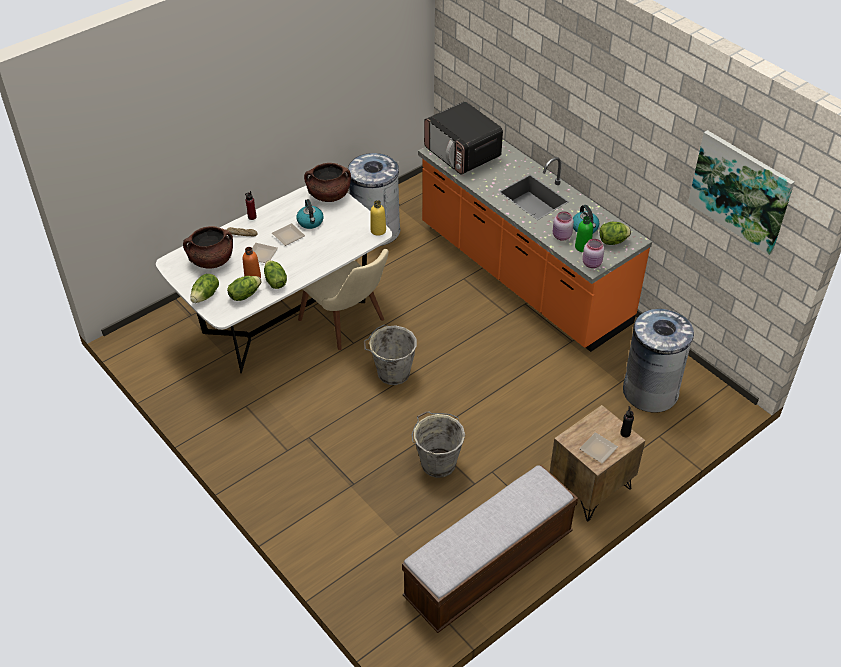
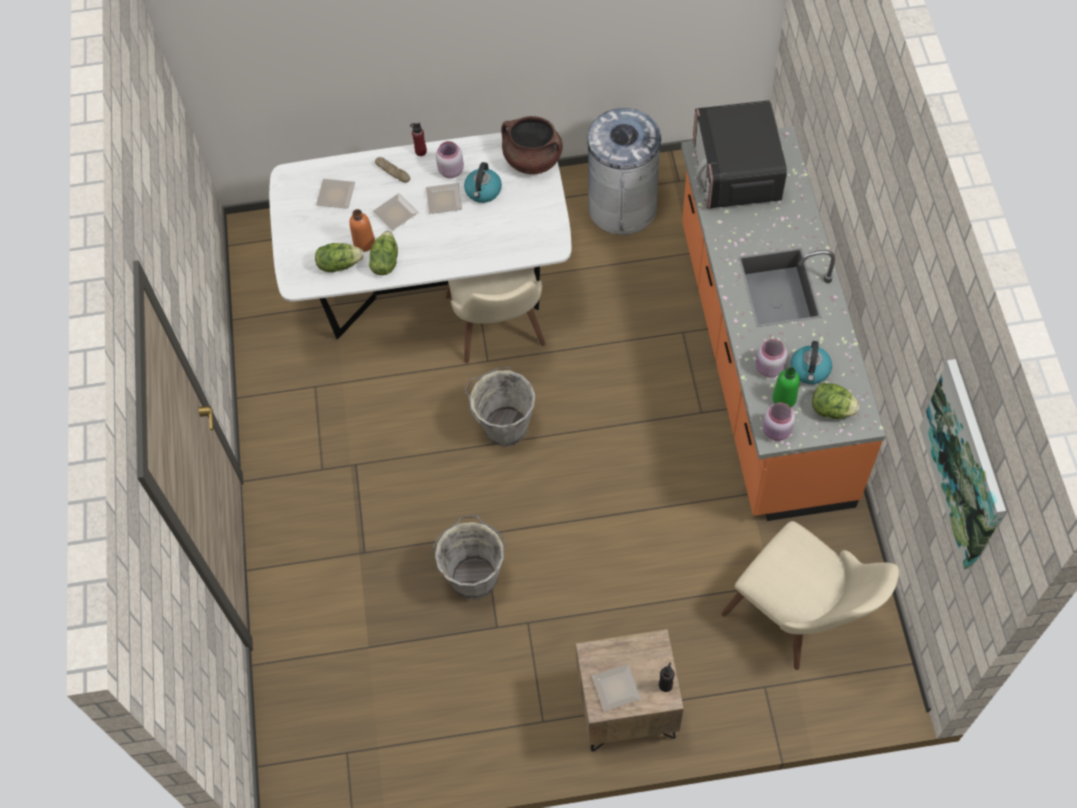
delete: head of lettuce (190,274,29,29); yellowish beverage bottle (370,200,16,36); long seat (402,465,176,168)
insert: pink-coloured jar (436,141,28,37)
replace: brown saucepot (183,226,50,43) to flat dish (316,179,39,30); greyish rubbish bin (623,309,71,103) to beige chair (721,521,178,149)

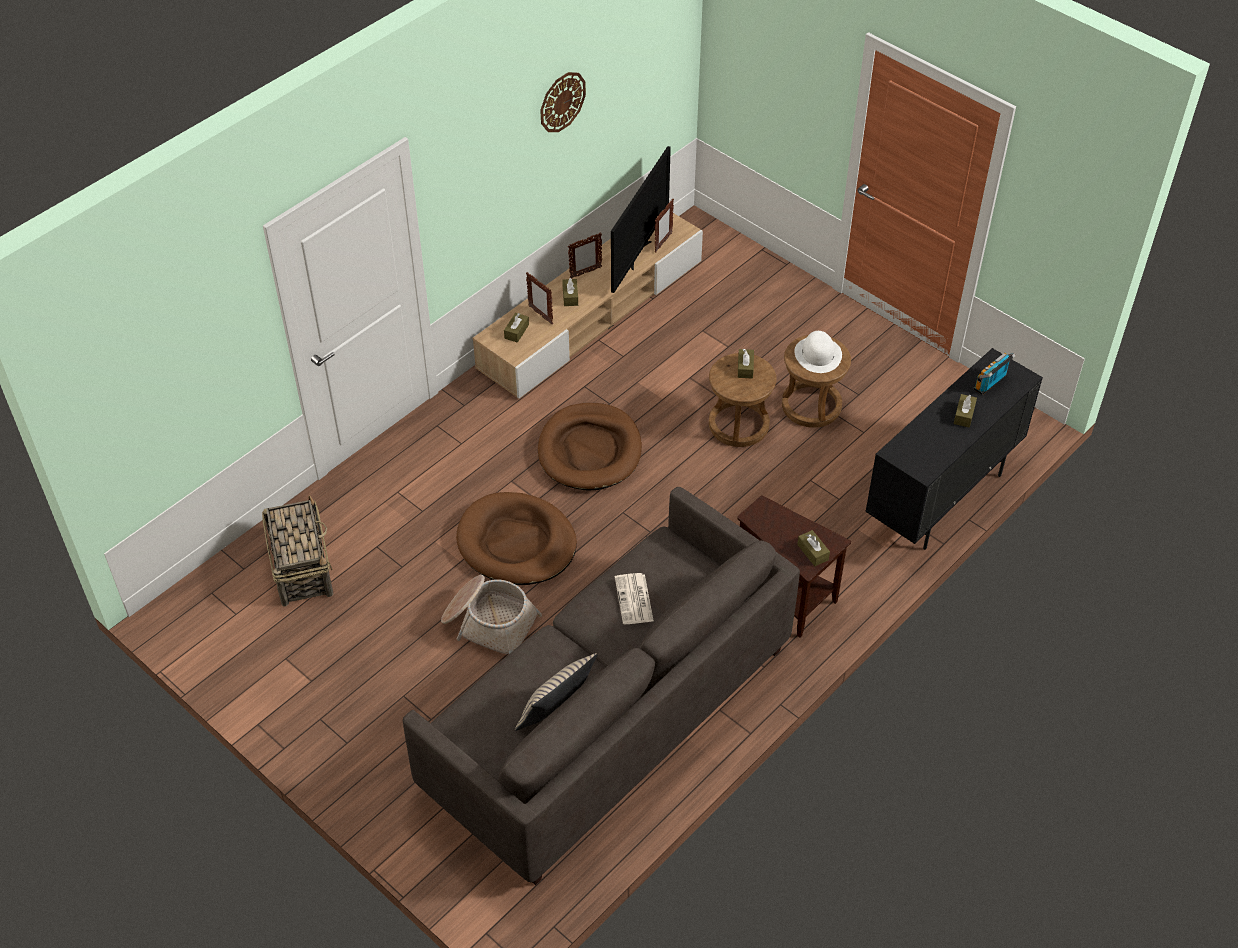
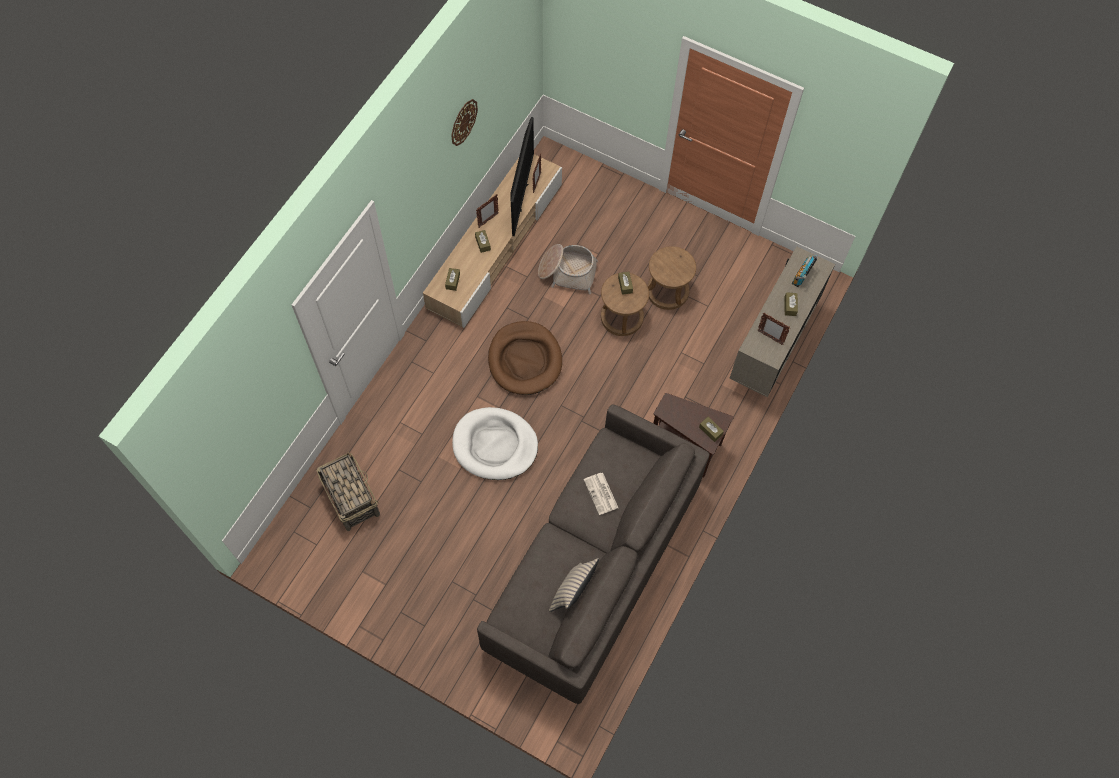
delete: white hat (794,331,48,42)
move: basket (441,575,101,79) to (538,244,60,50); photo frame (526,272,27,52) to (758,313,32,32)
recolor: brown dog bed (456,492,121,93) to white dog bed (452,407,86,73); blackish cupboard (865,348,178,202) to beige cupboard (729,246,106,151)

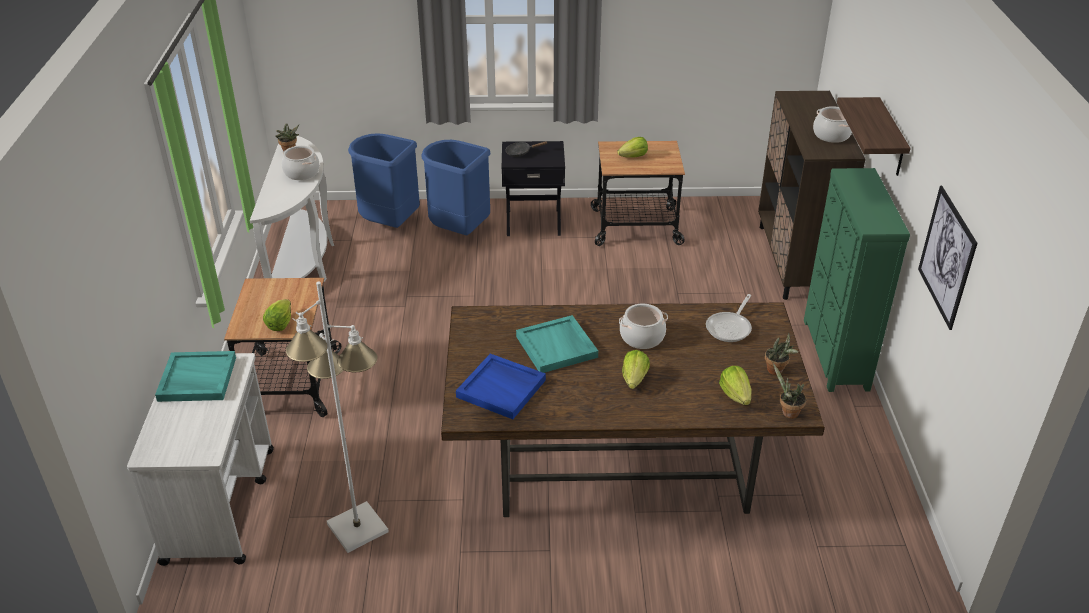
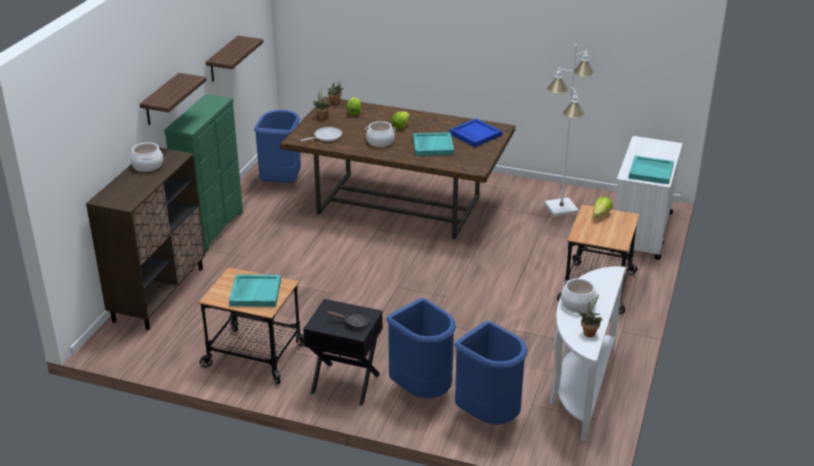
insert: blue rubbish bin (254,110,47,73)
replace: picture (918,186,59,144) to shelf (206,36,57,46); head of lettuce (617,137,31,21) to turquoise-coloured serving tray (229,274,52,33)

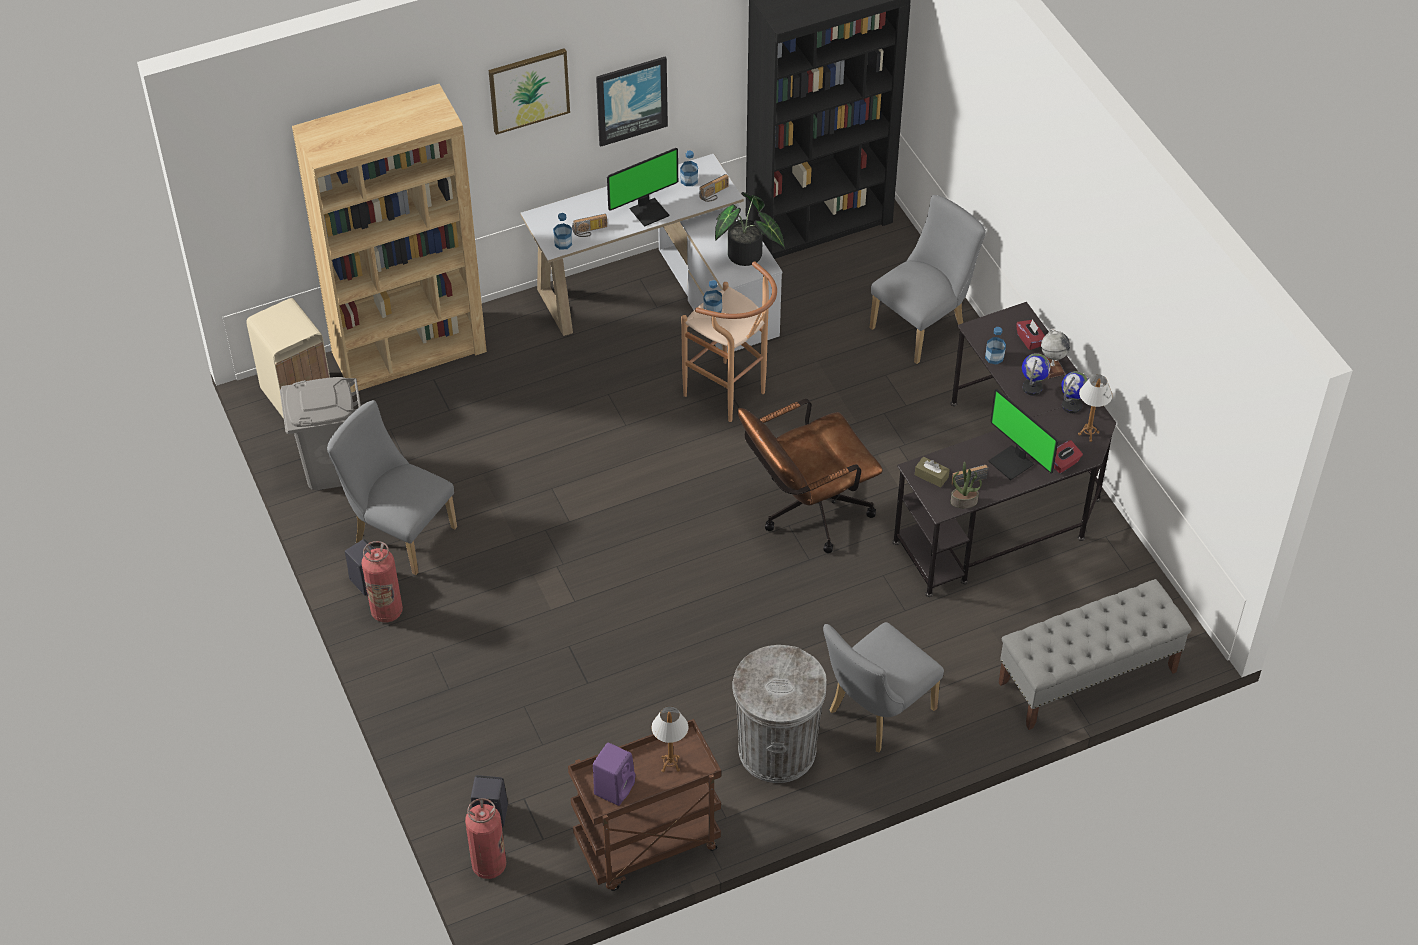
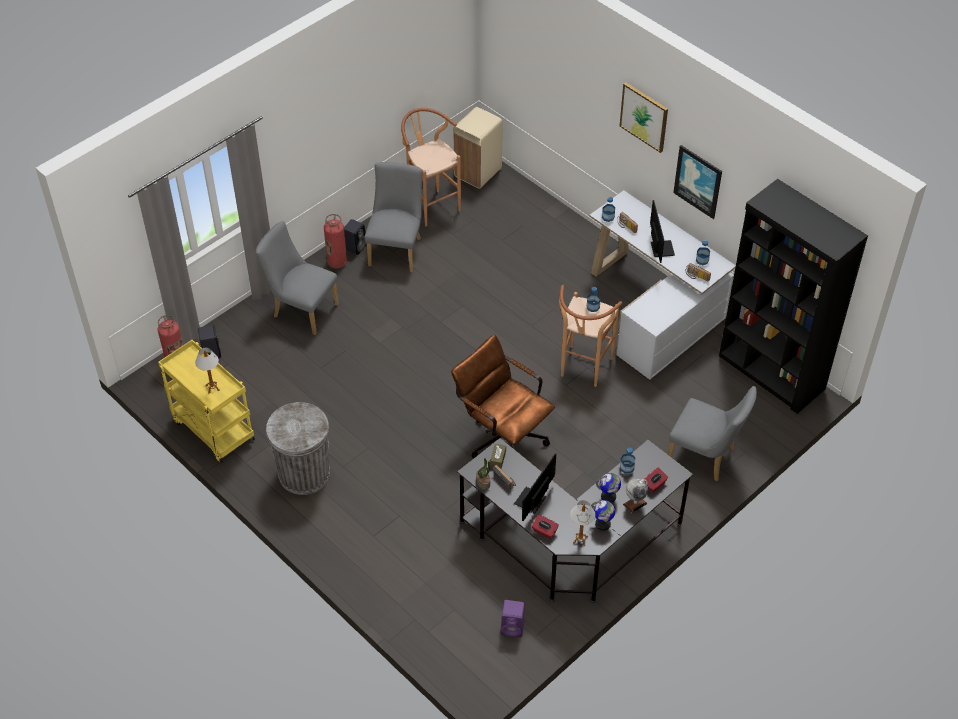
delete: brown shelving unit (292,84,195,308); potted plant (715,192,70,74); greyish long seat (998,579,194,151)
move: greyish chair (823,622,121,131) to (256,221,83,114); purplish speaker (593,743,42,63) to (500,600,25,37)
replace: greyish rubbish bin (280,377,81,113) to brown stool (401,108,60,119)
recolor: brown cart (568,719,153,172) to yellowish cart (158,340,97,124)
rotate: computer display (607,148,71,79) = (650,200,25,63) 135 degrees counterclockwise

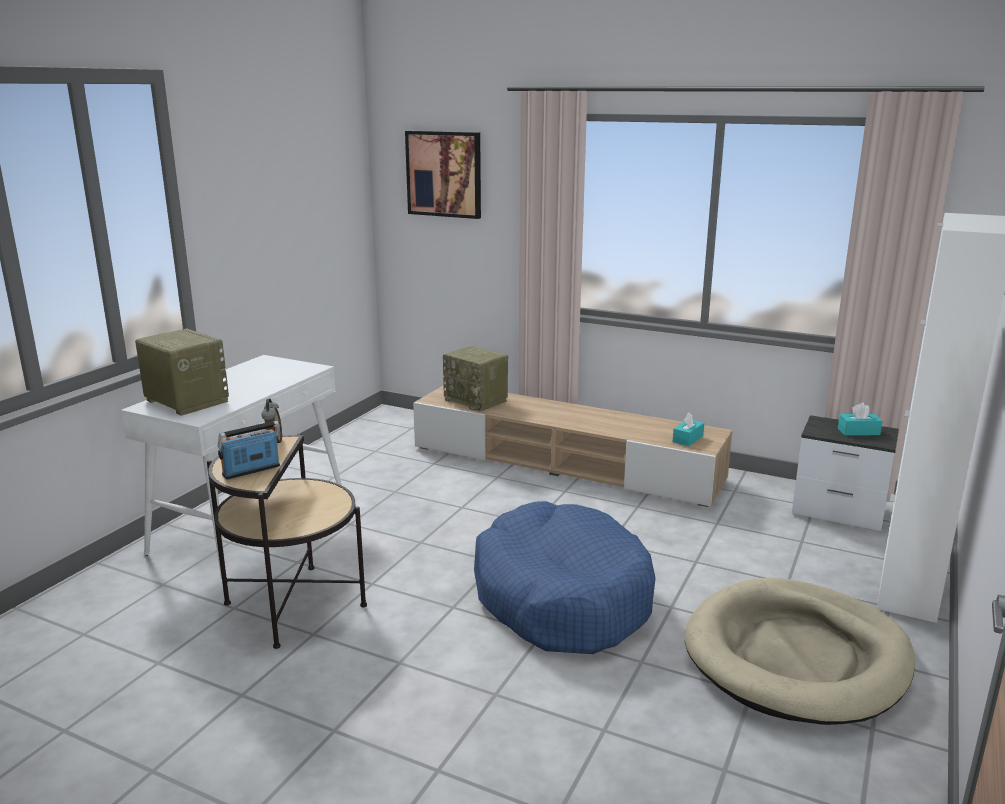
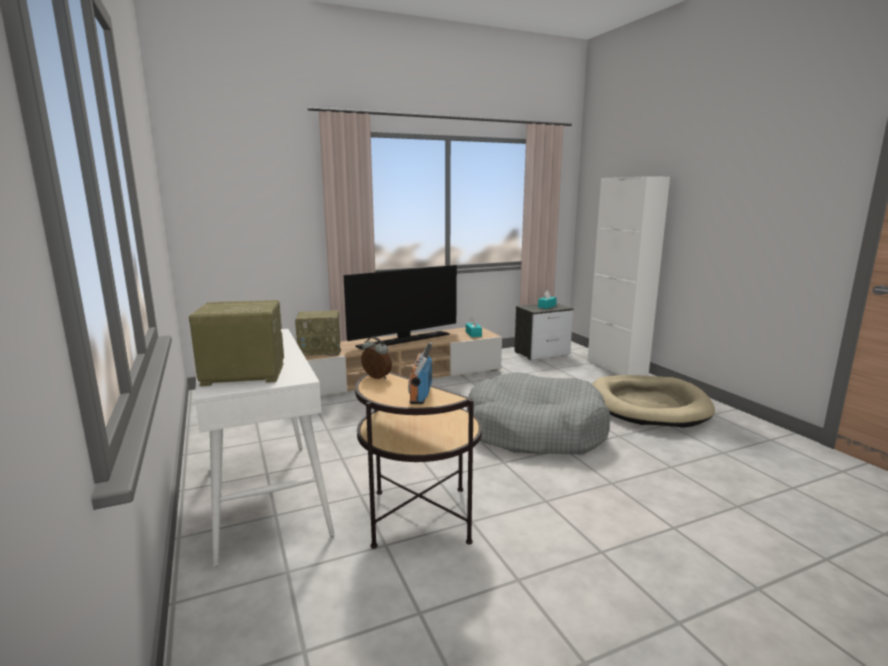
delete: picture (405,131,76,88)
insert: television (344,265,113,85)
recolor: blue dog bed (474,501,182,153) to greyish dog bed (467,372,143,82)

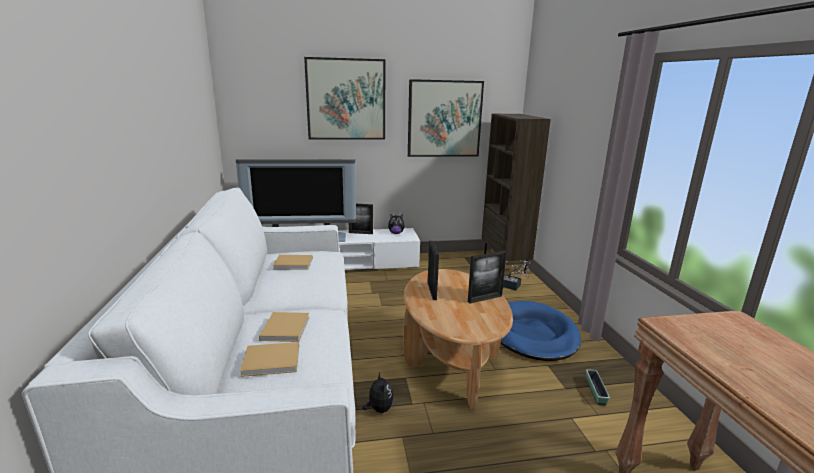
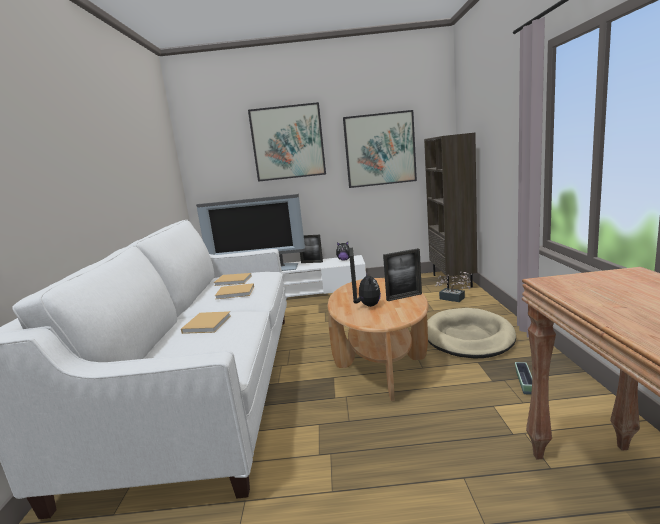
move: beige bound book (240,342,59,35) to (215,283,39,16); plush toy (363,372,30,41) to (353,272,28,35)
recolor: blue dog bed (501,301,80,60) to beige dog bed (427,308,89,51)

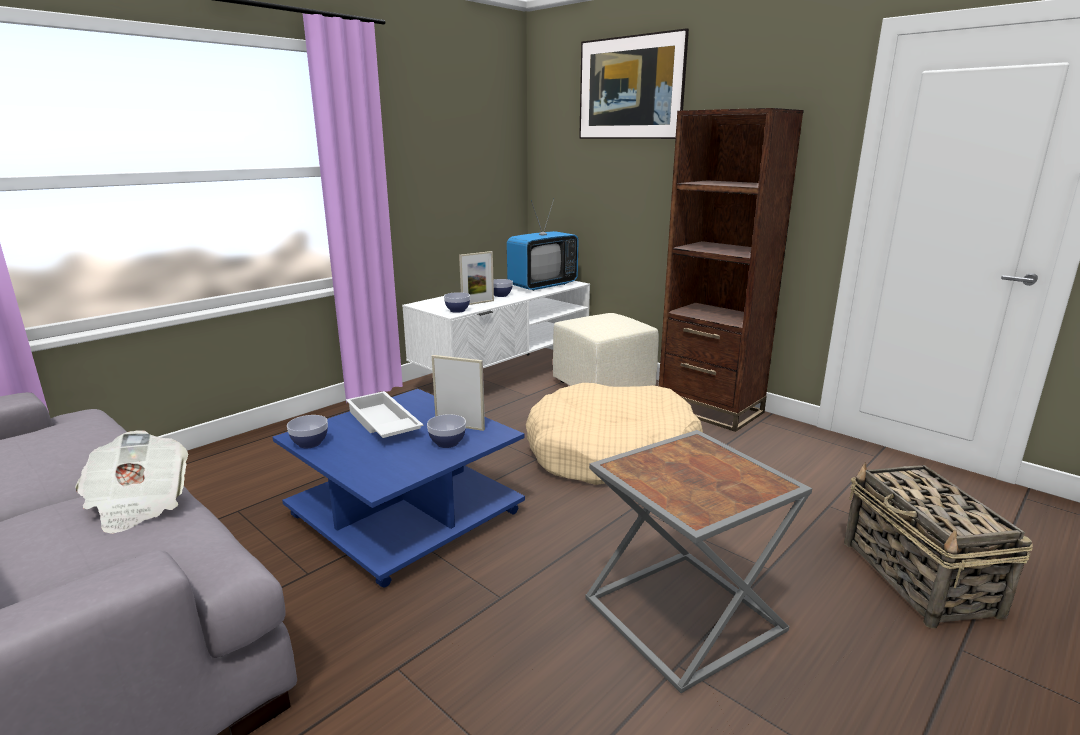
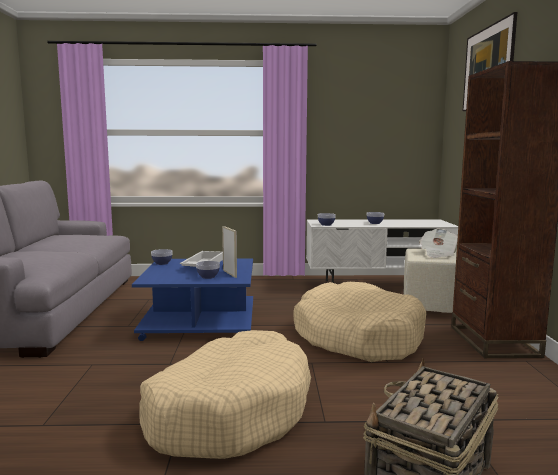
delete: photo frame (459,251,35,54); television (507,199,72,92)
move: newspaper (75,430,113,104) to (419,228,39,30)
replace: greyish side table (585,430,227,263) to beige dog bed (139,330,172,129)

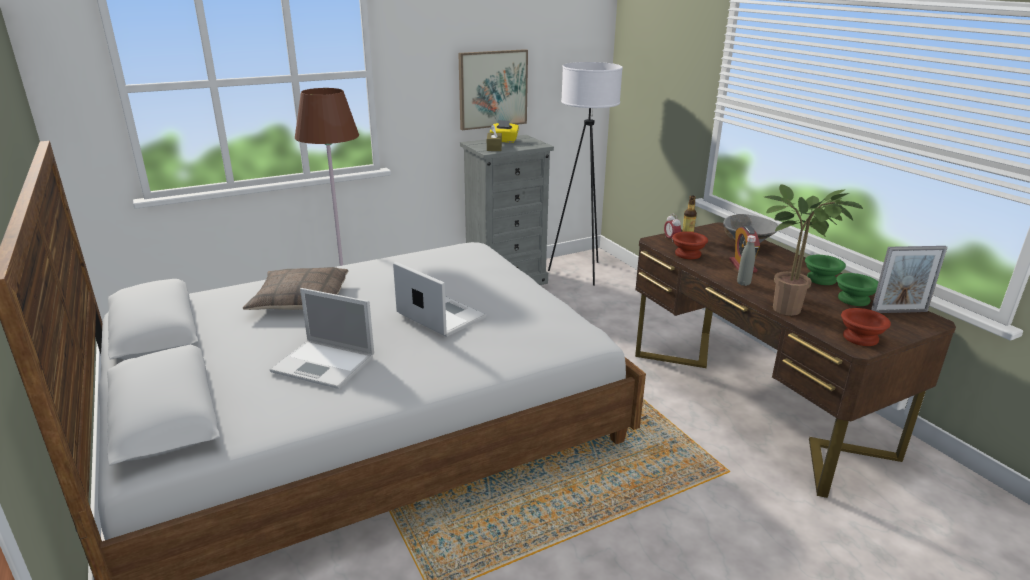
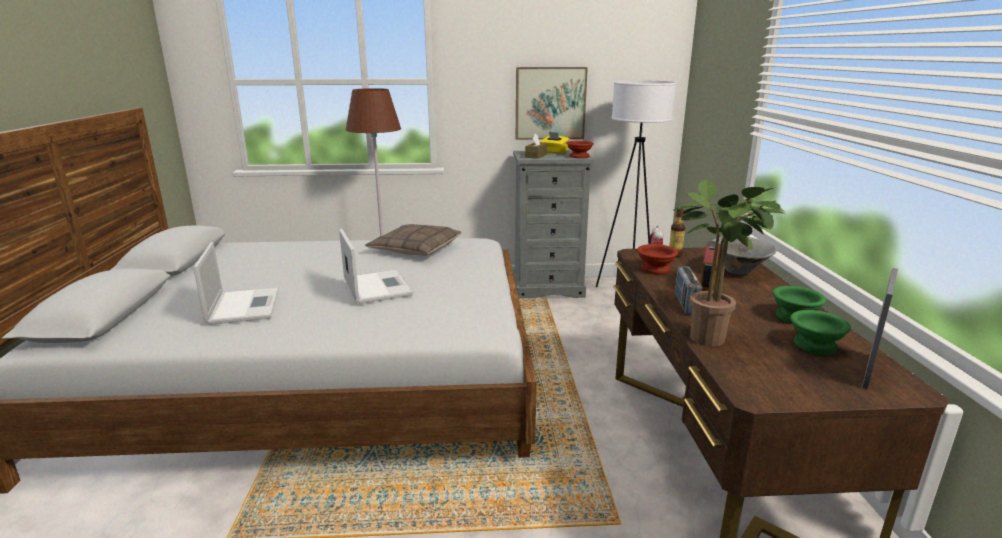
move: throw pillow (243,267,106,43) to (365,224,97,32); brown serving bowl (841,308,50,38) to (566,141,28,17)
replace: greyish beverage bottle (737,235,19,51) to radio receiver (675,266,27,49)
rotate: portable computer (269,288,105,101) = (193,242,86,83) 150 degrees counterclockwise; photo frame (871,246,77,67) = (862,268,36,121) 105 degrees clockwise

